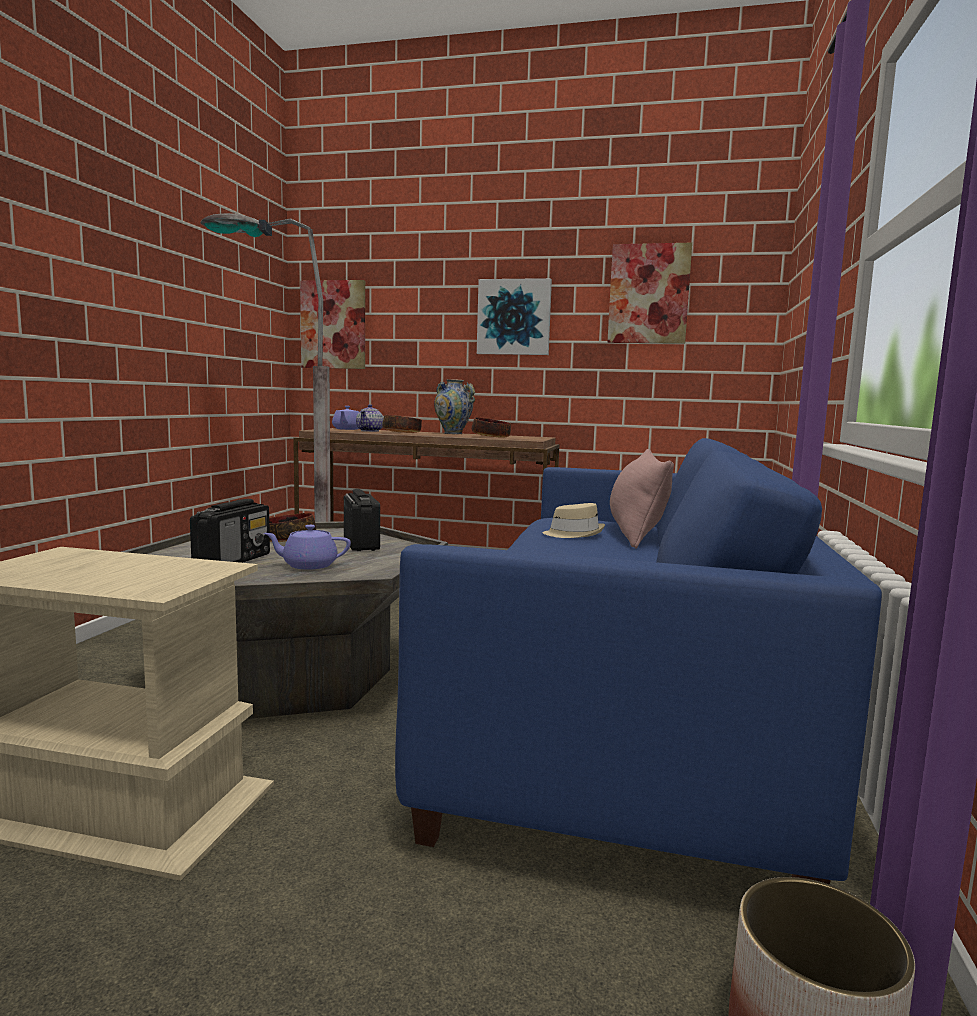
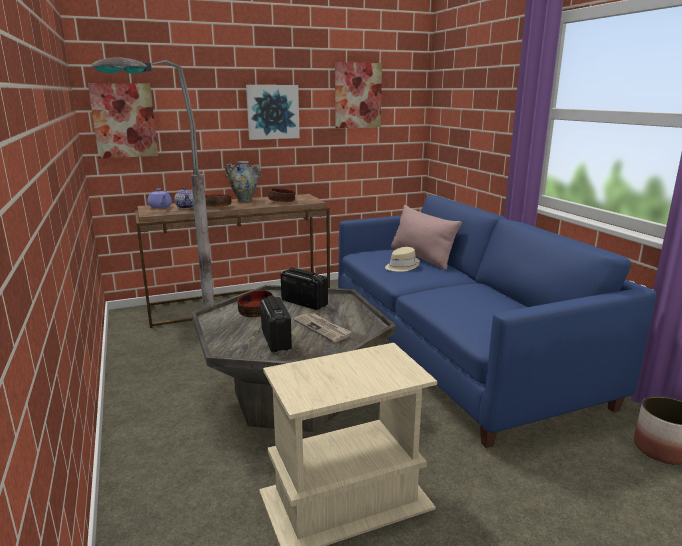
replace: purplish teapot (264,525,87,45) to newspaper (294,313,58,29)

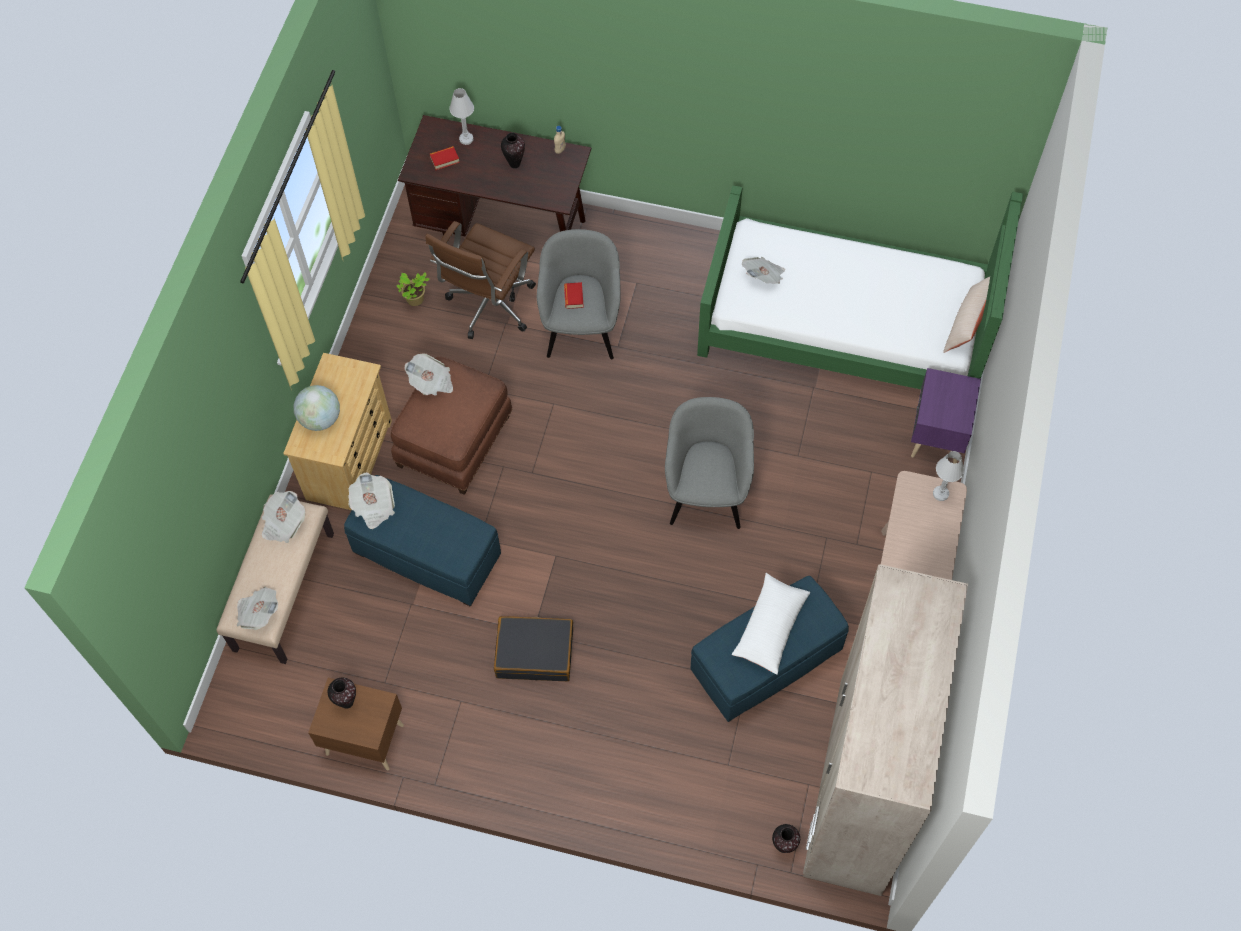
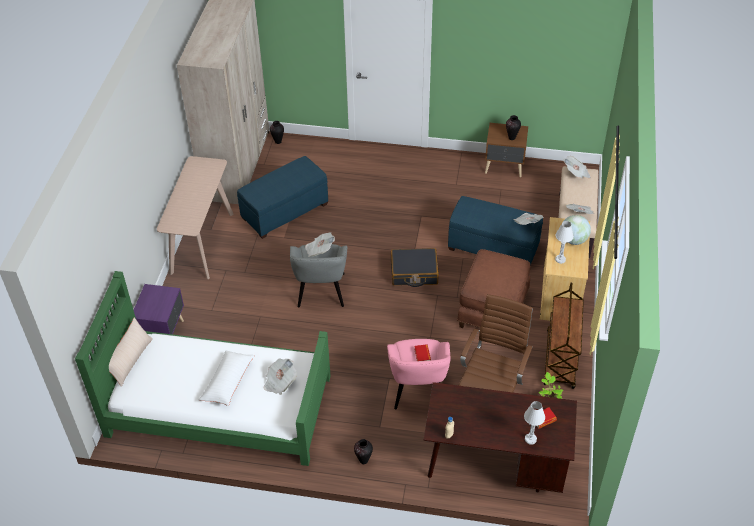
insert: brown cart (543,283,41,106)
move: white throw pillow (732,573,78,102) to (199,351,56,55); newspaper (405,353,48,43) to (305,232,30,25); flower vase (501,132,24,36) to (354,439,19,25); blackish travel case (494,616,79,65) to (391,248,48,39); white tabletop lamp (933,451,31,50) to (555,221,19,43)
recolor: greyish lounge chair (537,229,84,130) to pink-coloured lounge chair (387,339,64,71)

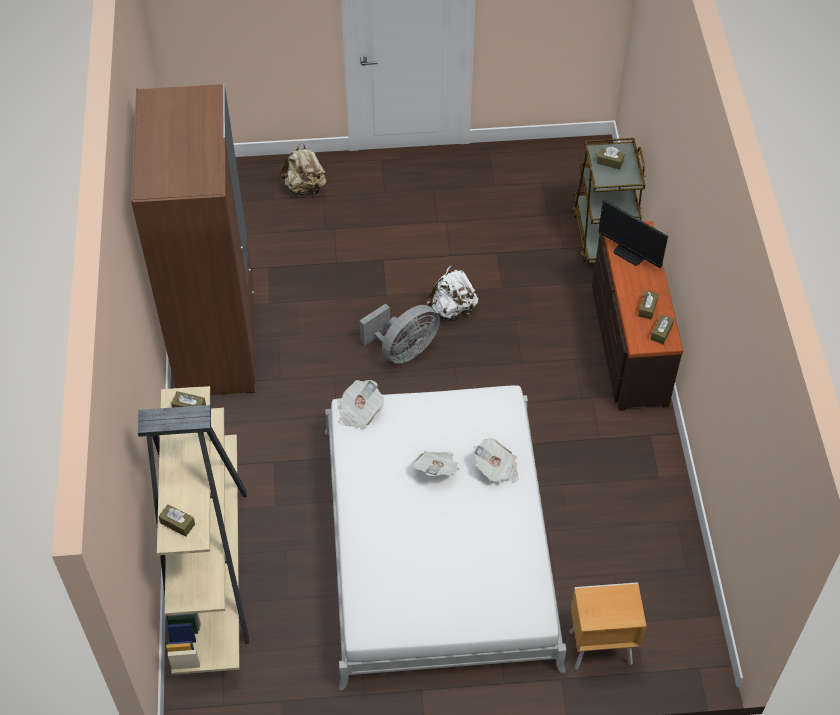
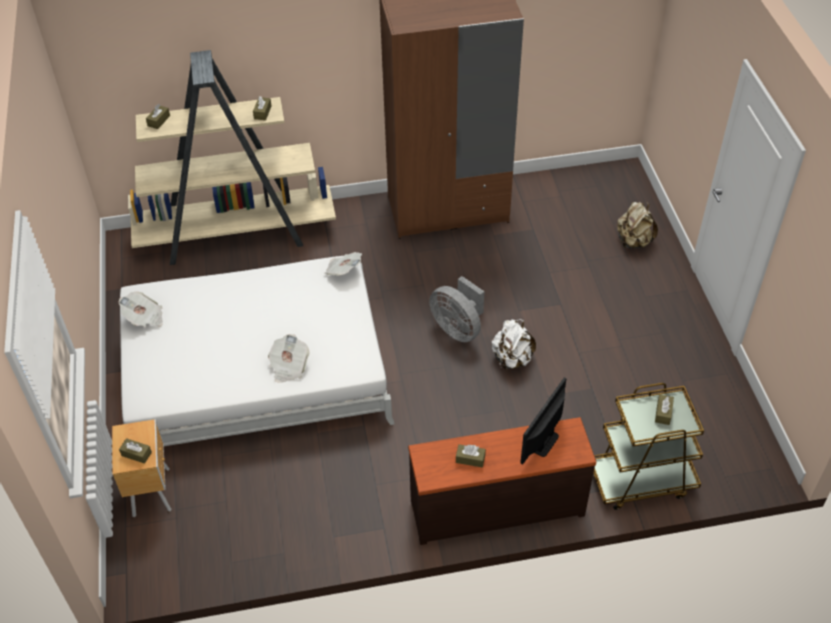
move: newspaper (413,451,47,25) to (119,292,44,35); brown tissue box (650,314,24,31) to (119,438,33,26)

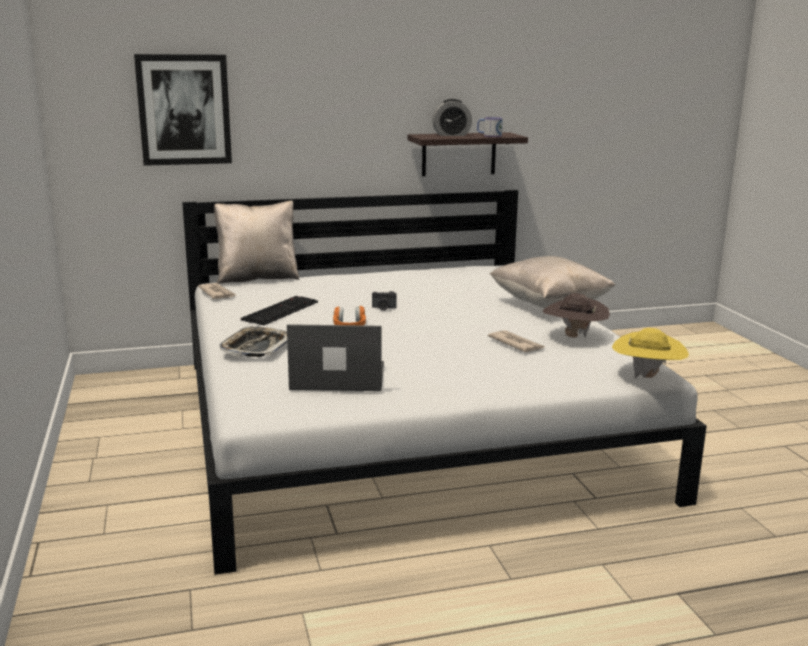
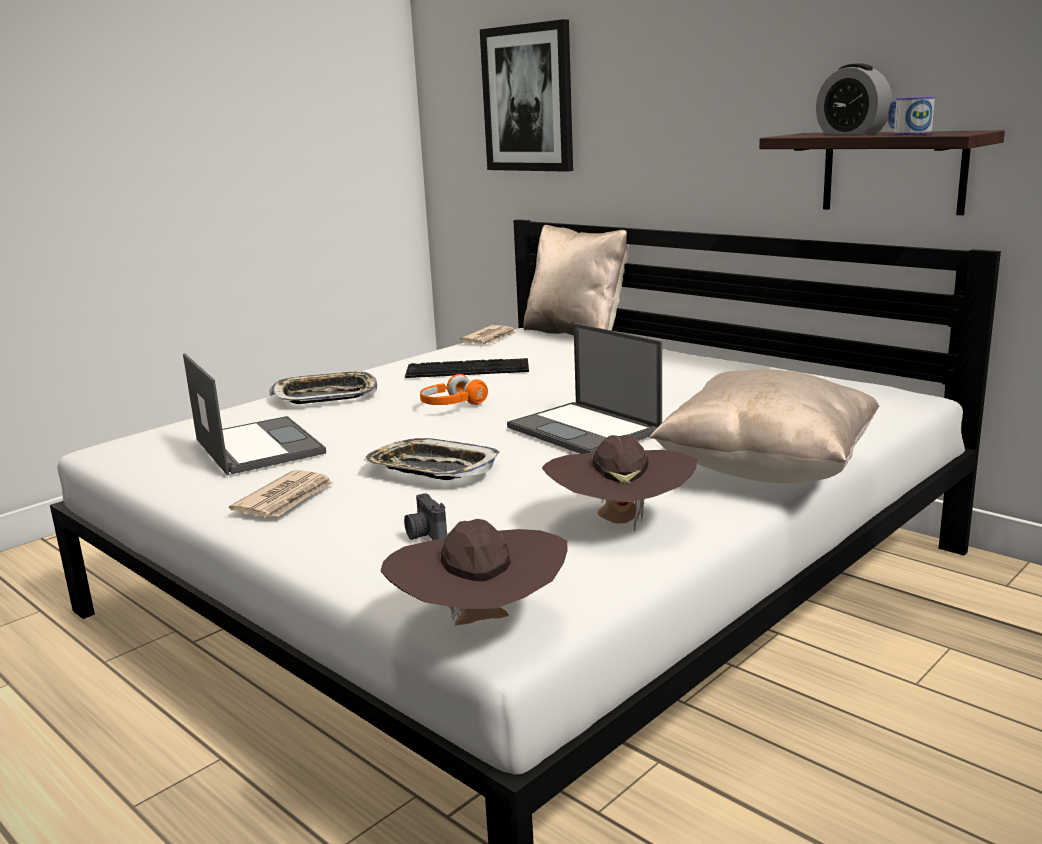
insert: serving tray (364,438,137,42); portable computer (507,323,155,131)
move: newspaper (488,330,57,22) to (229,470,104,47); photo camera (372,291,25,20) to (404,493,43,47)
recolor: yellowish hat (612,328,77,50) to brown hat (381,519,187,107)

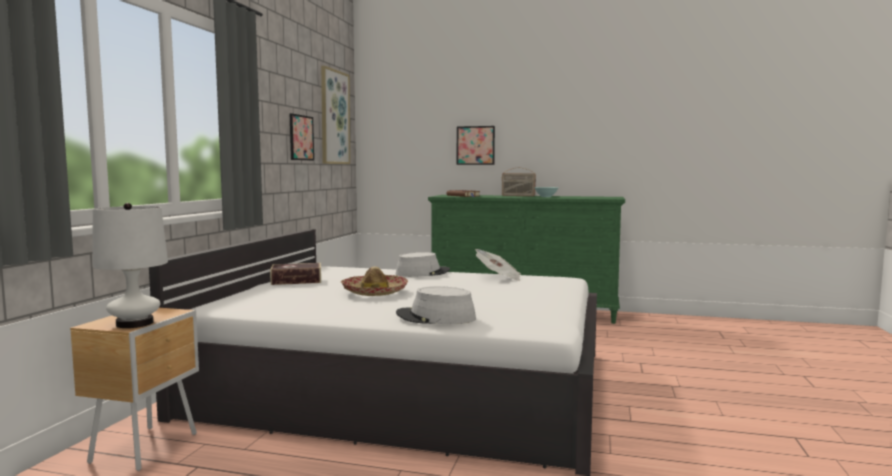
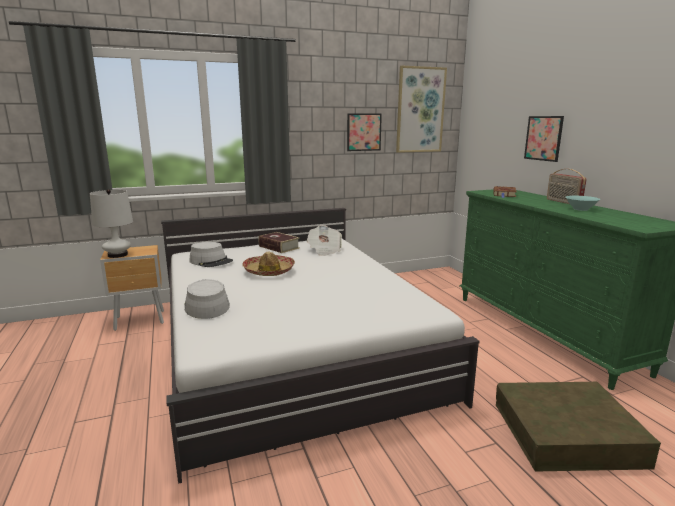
insert: brown storage box (496,382,165,90)
move: greyish hat (395,252,55,25) to (189,242,44,25); newspaper (475,249,46,32) to (307,225,35,31)

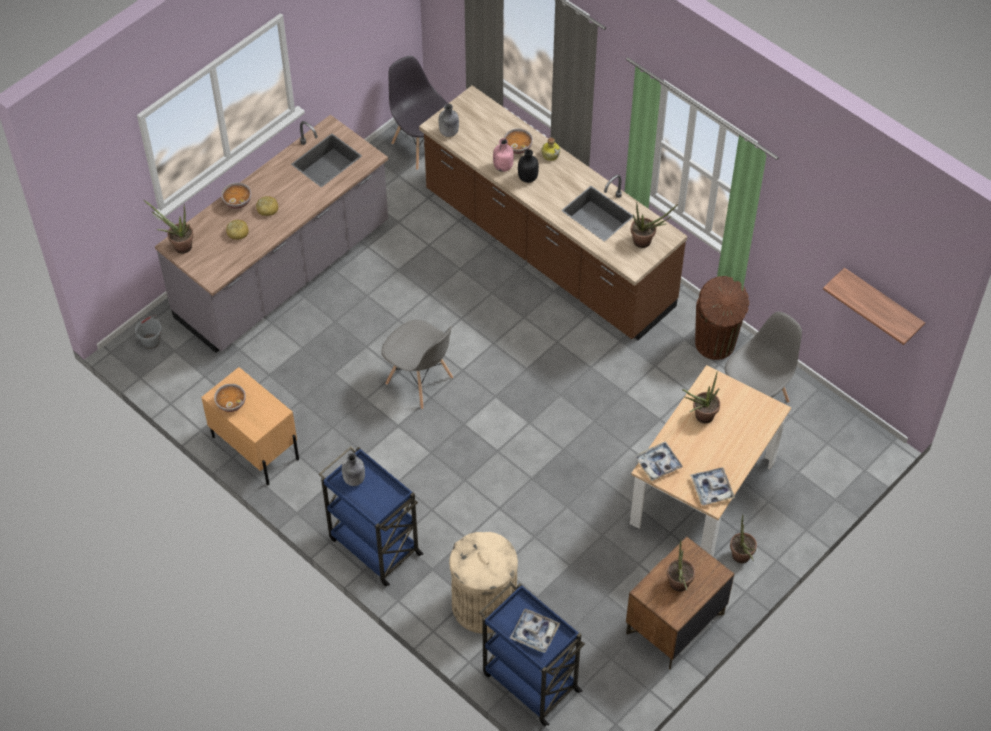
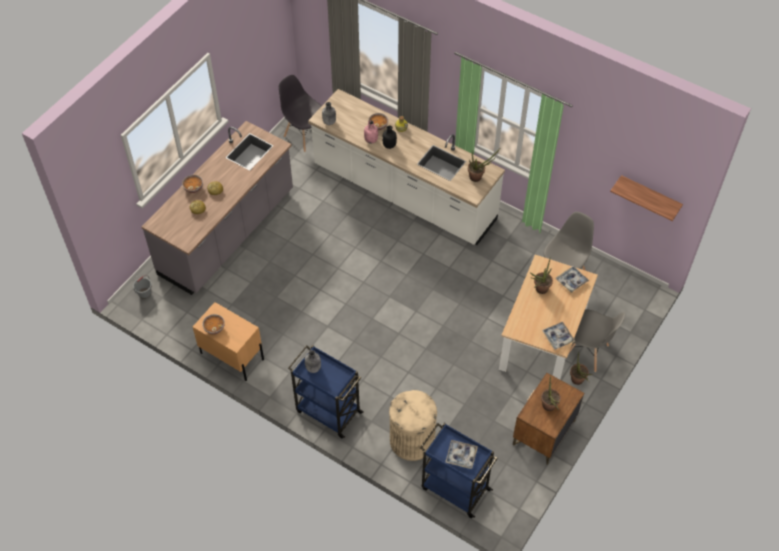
delete: potted plant (143,200,51,54); brown rubbish bin (695,276,54,84)
move: serving tray (634,441,49,40) to (556,266,33,27); greyish chair (382,320,71,89) to (569,309,56,63)
recolor: brown kitchen counter (419,85,269,255) to white kitchen counter (308,89,197,156)

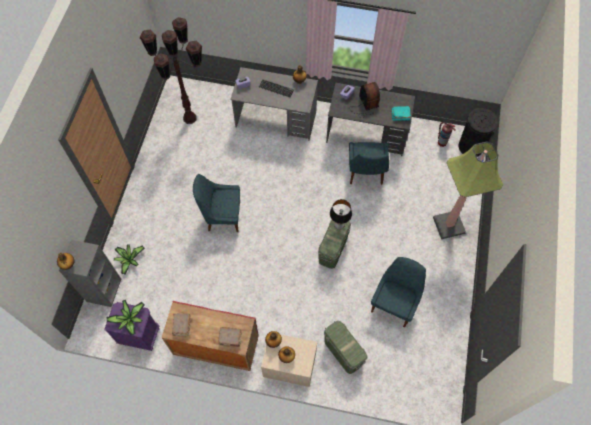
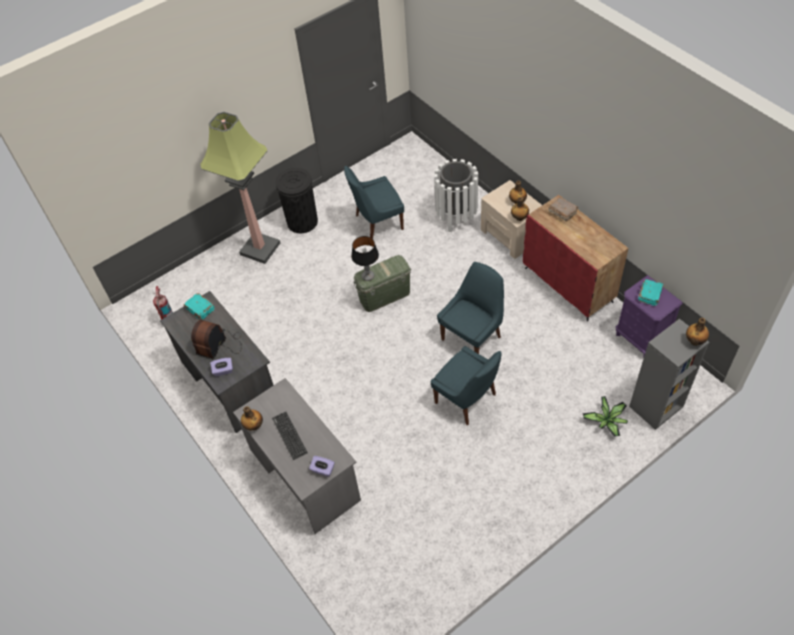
delete: brown floor lamp (140,17,62,107); brown bound book (172,313,19,24)
move: blackish rubbish bin (459,108,39,49) to (275,168,43,65); blue chair (349,142,40,43) to (437,262,67,92)
replace: greenish storage box (324,321,43,53) to white rubbish bin (434,159,44,73); potted plant (107,300,38,35) to turquoise-coloured bound book (638,279,25,27)

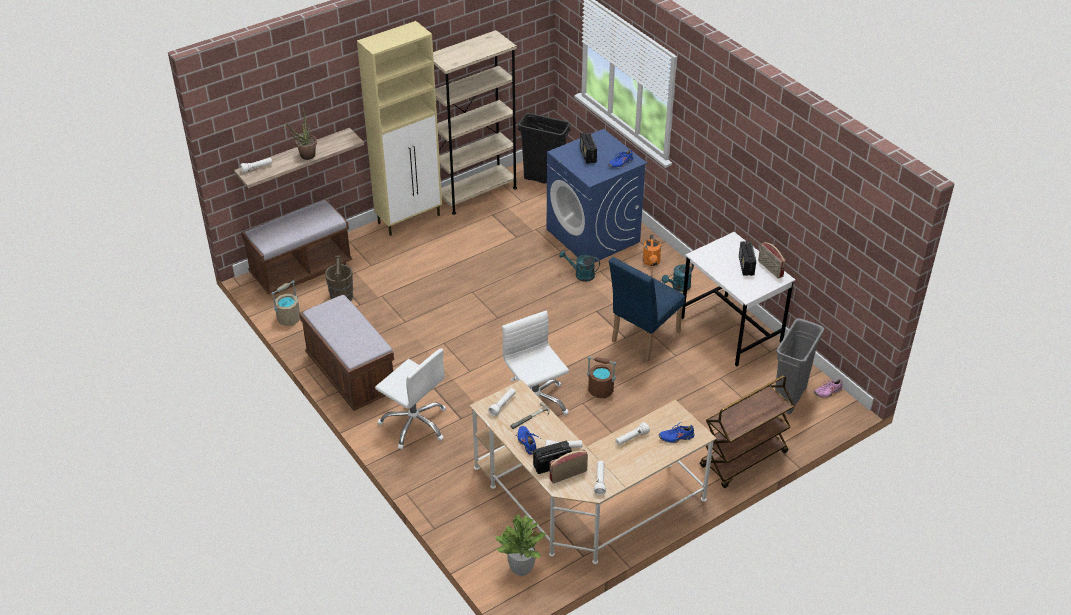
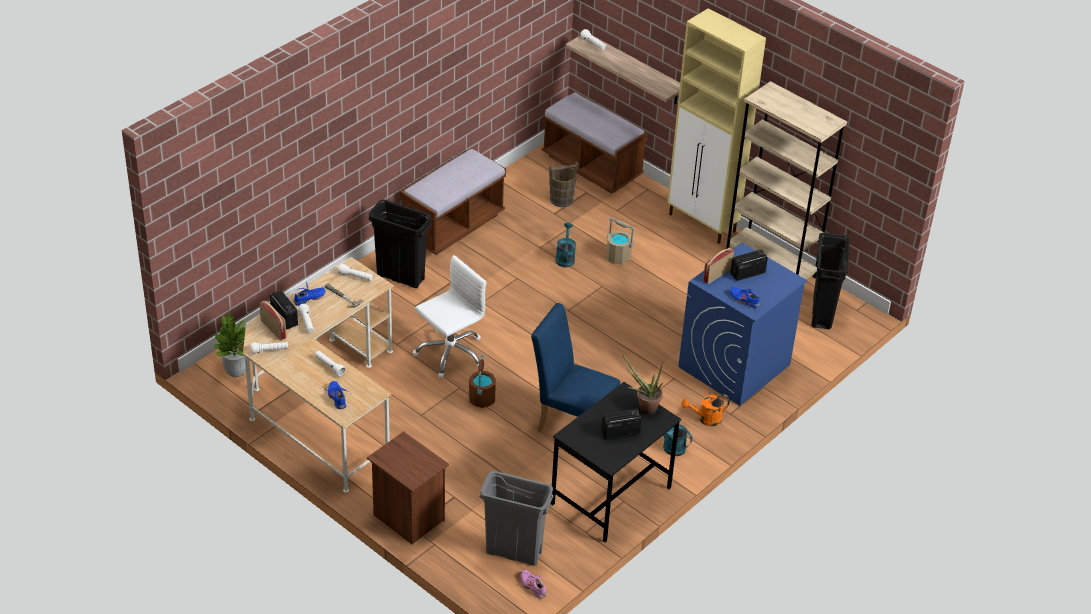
move: turquoise-coloured sprinkling can (559,250,41,32) to (555,223,21,44); beige bucket (271,280,29,46) to (606,217,28,47); potted plant (287,107,30,53) to (622,355,41,60); radio receiver (758,242,28,36) to (703,248,31,36)
replace: brown cart (700,375,95,113) to brown night table (367,431,82,113); white computer chair (375,348,71,101) to blackish rubbish bin (368,199,64,89)
recolor: white desk unit (681,232,114,135) to blackish desk unit (551,382,130,160)

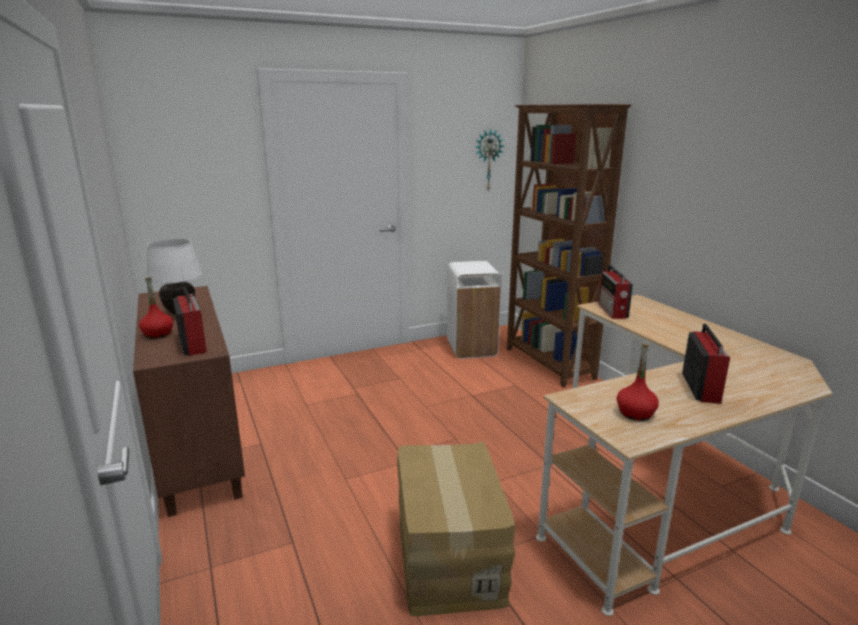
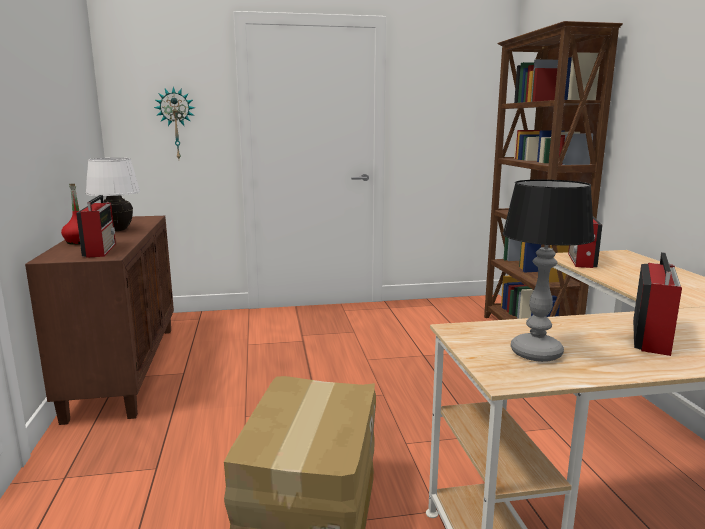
delete: white rubbish bin (447,261,55,98)
move: wall clock (476,129,28,63) to (154,87,41,72)
replace: reddish beverage bottle (617,343,42,78) to tabletop lamp (503,180,92,182)

